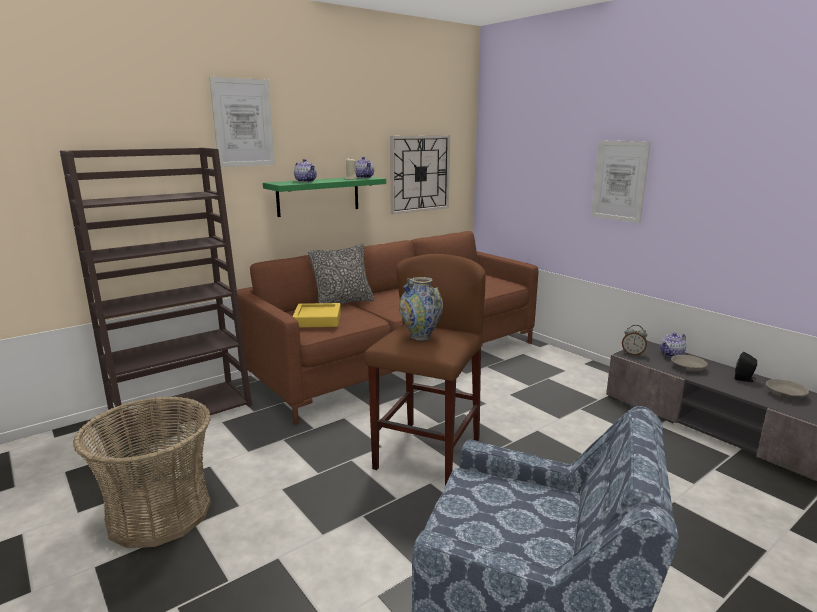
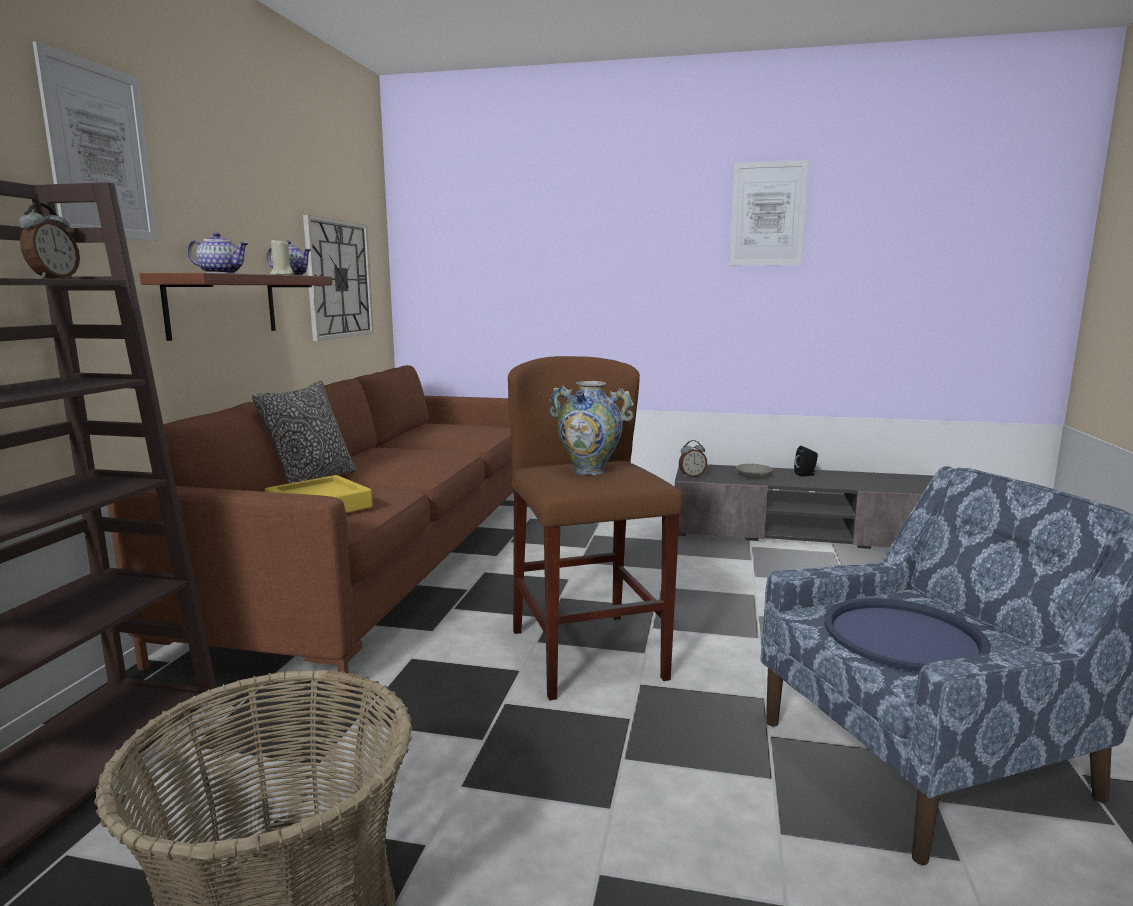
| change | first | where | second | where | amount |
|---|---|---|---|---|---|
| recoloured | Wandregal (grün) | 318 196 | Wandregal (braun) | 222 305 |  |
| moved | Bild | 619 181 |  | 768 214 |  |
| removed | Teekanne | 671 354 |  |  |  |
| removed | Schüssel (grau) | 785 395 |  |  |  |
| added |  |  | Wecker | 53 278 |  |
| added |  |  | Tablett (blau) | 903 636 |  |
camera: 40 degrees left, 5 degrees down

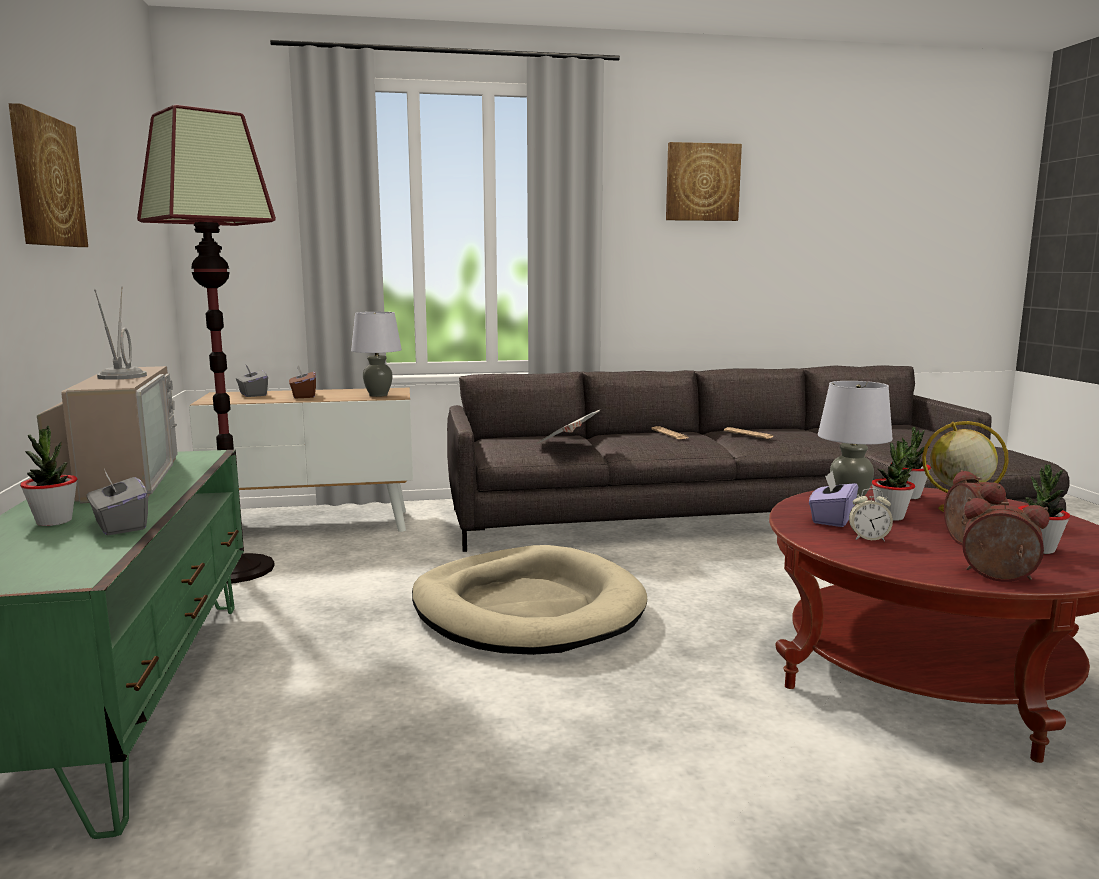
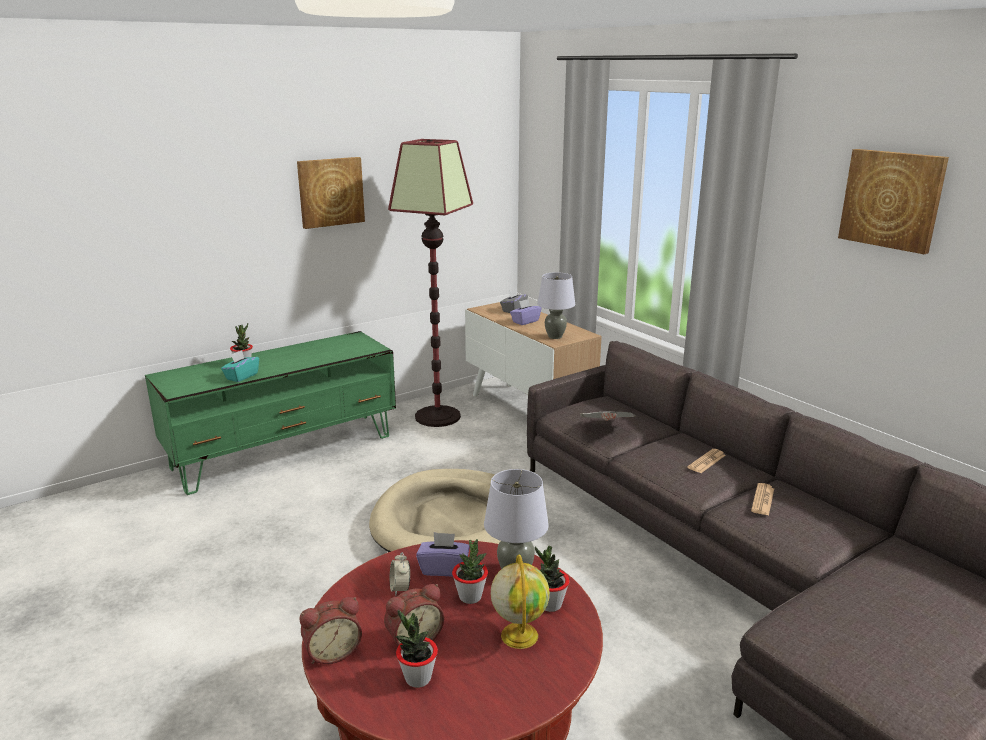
| change | first | where | second | where | amount |
|---|---|---|---|---|---|
| removed | Fernseher | 119 479 |  |  |  |
| recoloured | Taschentuchbox (grau) | 119 526 | Taschentuchbox (türkis) | 241 376 |  |
| recoloured | Taschentuchbox (braun) | 303 396 | Taschentuchbox (lila) | 525 321 |  |
| turned | Wecker | 998 577 |  | 332 651 | 60 degrees clockwise |
camera: 65 degrees right, 10 degrees up

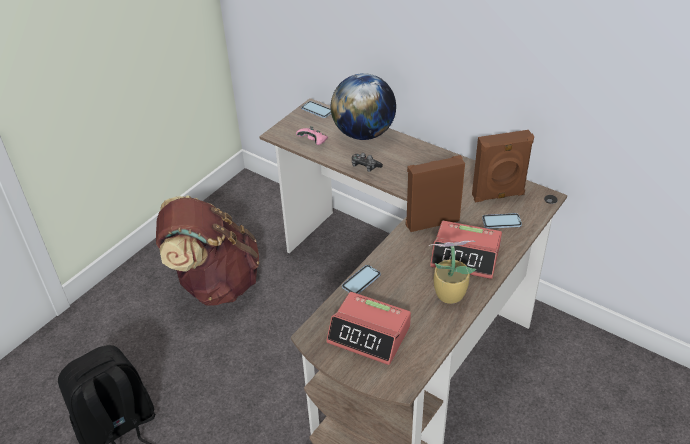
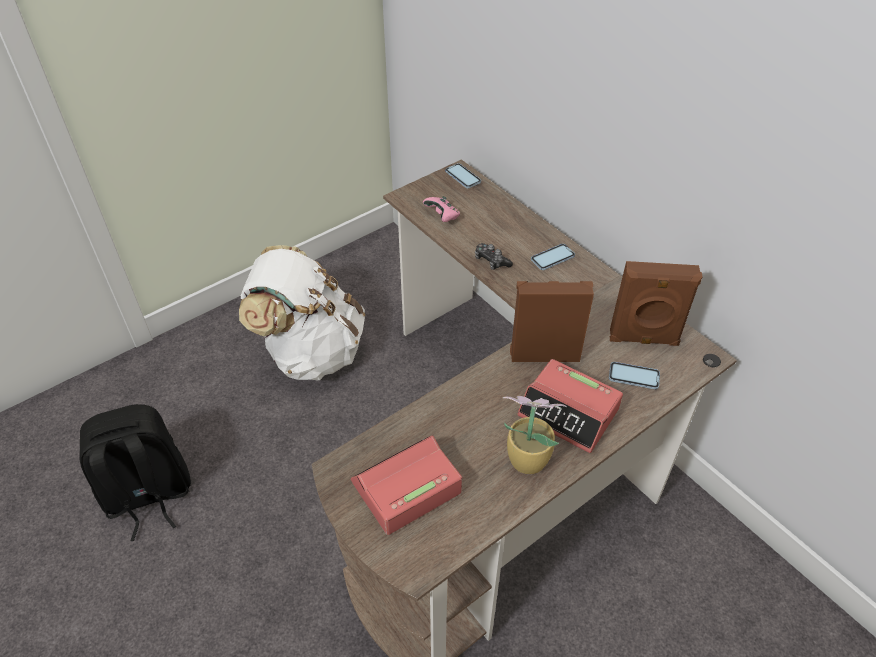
| change | first | where | second | where | amount |
|---|---|---|---|---|---|
| recoloured | Rucksack (braun) | 215 283 | Rucksack (weiß) | 311 351 |  |
| turned | Wecker | 369 334 |  | 406 488 | 105 degrees clockwise |
| removed | Globus | 363 134 |  |  |  |
| moved | Handy | 361 281 |  | 552 258 |  |
camera: 15 degrees right, 5 degrees up

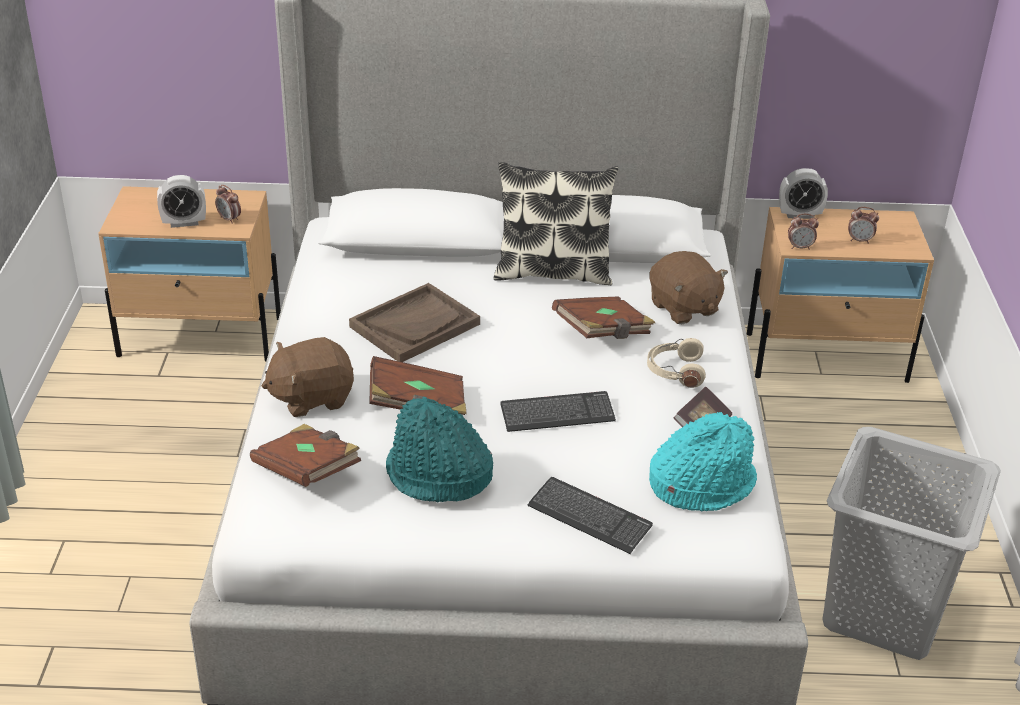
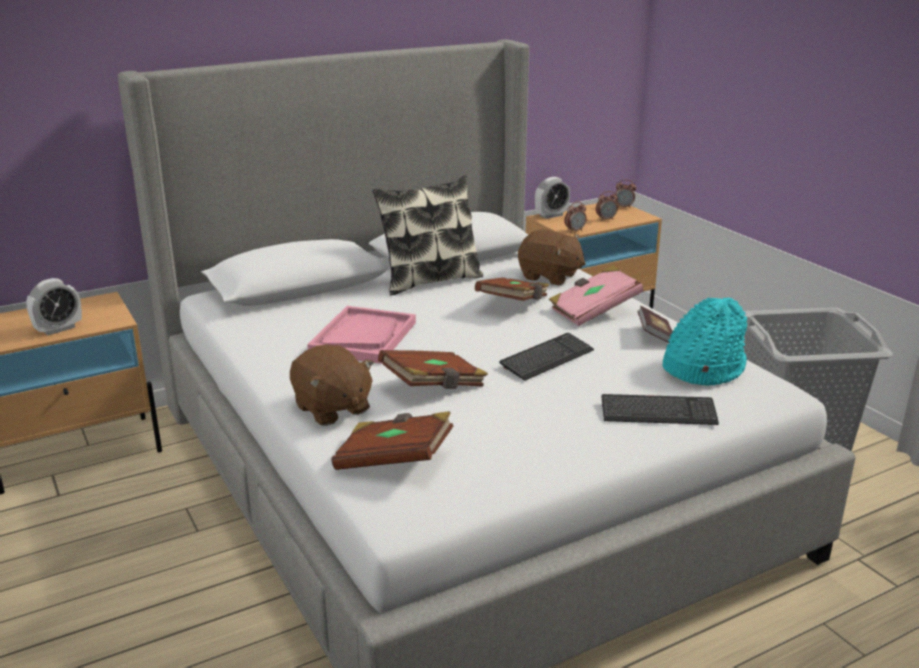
| change | first | where | second | where | amount |
|---|---|---|---|---|---|
| moved | Wecker | 229 219 |  | 624 207 |  |
| turned | Plüschtier (braun) | 311 398 |  | 332 409 | 75 degrees counterclockwise |
| recoloured | Tablett (braun) | 415 325 | Tablett (rosa) | 363 337 |  |
| removed | Hut (türkis) | 438 476 |  |  |  |
| replaced | Kopfhörer (beige) | 675 371 | Buch (rosa) | 593 311 |  |
camera: 30 degrees left, 10 degrees down

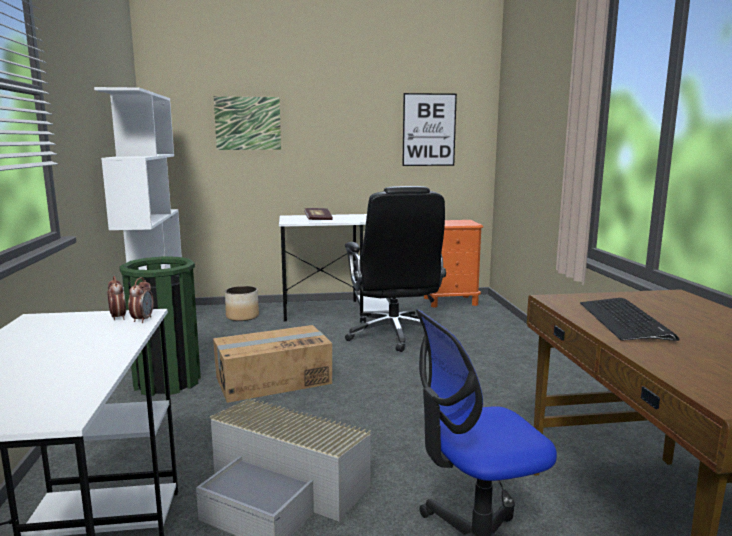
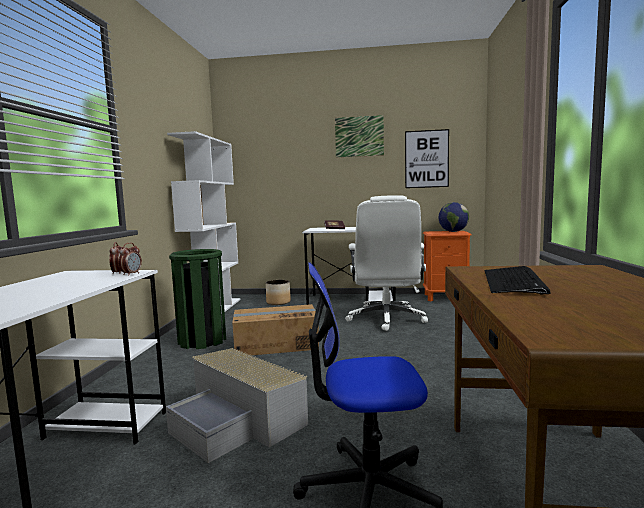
| change | first | where | second | where | amount |
|---|---|---|---|---|---|
| moved | Bild | 248 123 |  | 359 136 |  |
| recoloured | Bürostuhl (schwarz) | 394 335 | Bürostuhl (weiß) | 386 319 |  |
| added |  |  | Globus | 453 231 |  |
camera: 15 degrees right, 5 degrees down

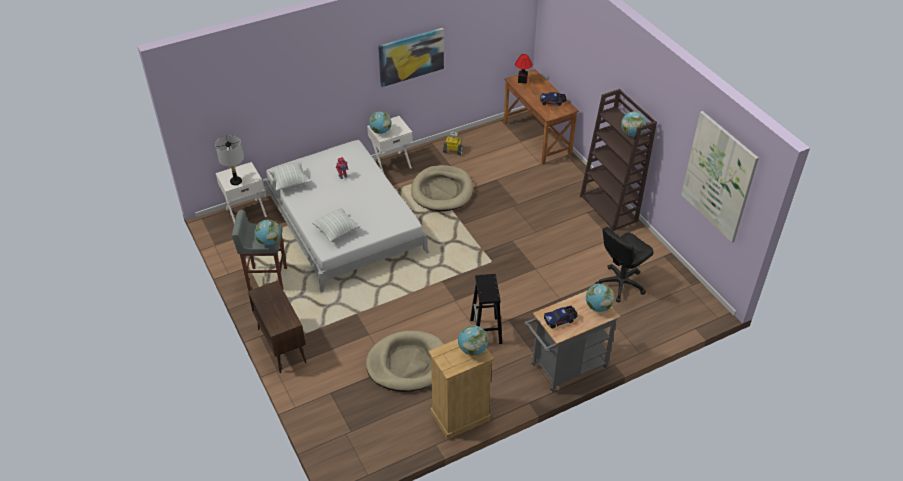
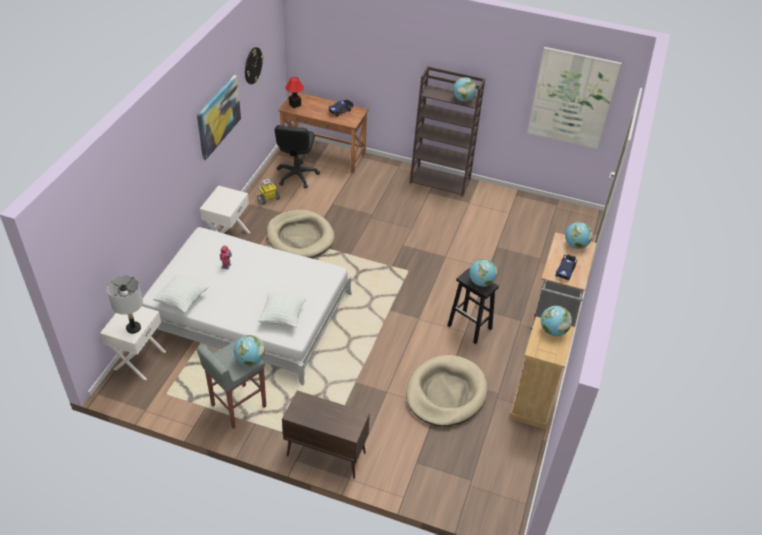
| change | first | where | second | where | amount |
|---|---|---|---|---|---|
| moved | Globus | 380 131 |  | 481 282 |  |
| moved | Bürostuhl (schwarz) | 620 284 |  | 296 175 |  |
| added |  |  | Wanduhr | 253 65 |  |
camera: 45 degrees left, 0 degrees up

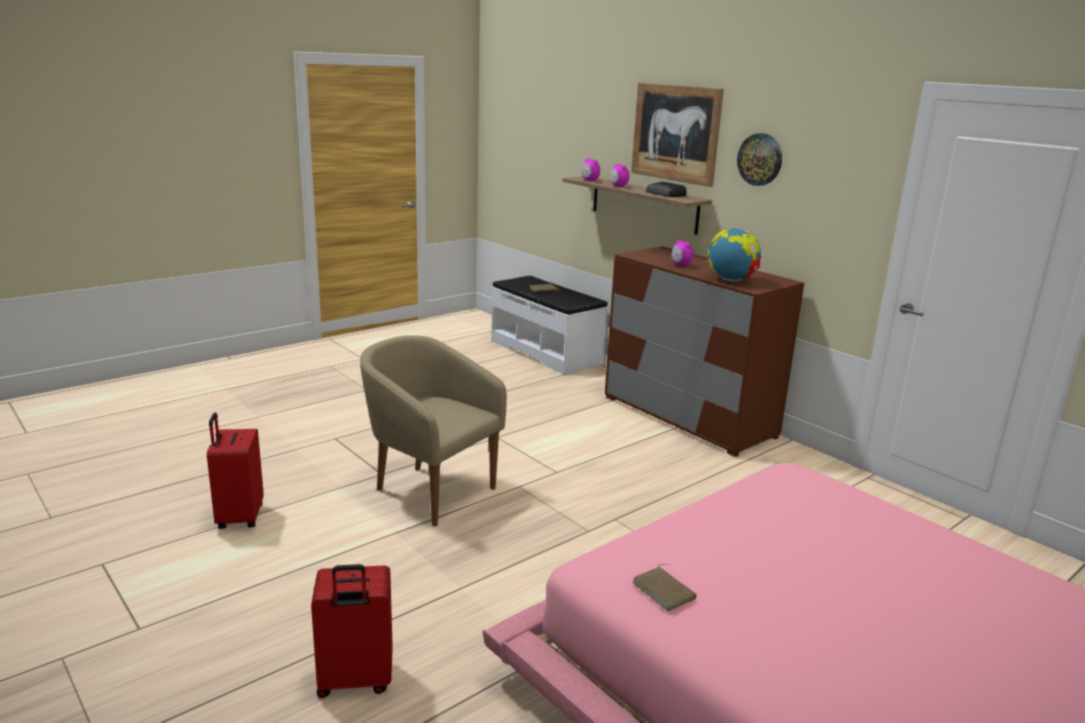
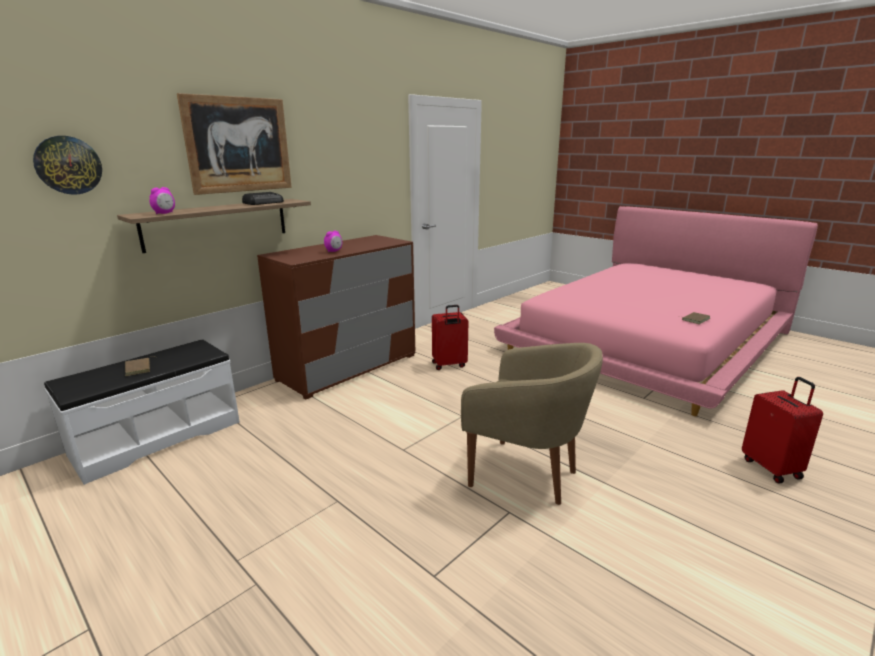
| change | first | where | second | where | amount |
|---|---|---|---|---|---|
| moved | Koffer (rot) | 239 517 |  | 449 365 |  |
| turned | Sessel (beige) | 430 491 |  | 526 475 | 90 degrees counterclockwise |
| removed | Wecker | 618 186 |  |  |  |
| removed | Globus | 731 280 |  |  |  |
| moved | Wanduhr | 760 159 |  | 68 165 |  |
camera: 95 degrees left, 0 degrees up

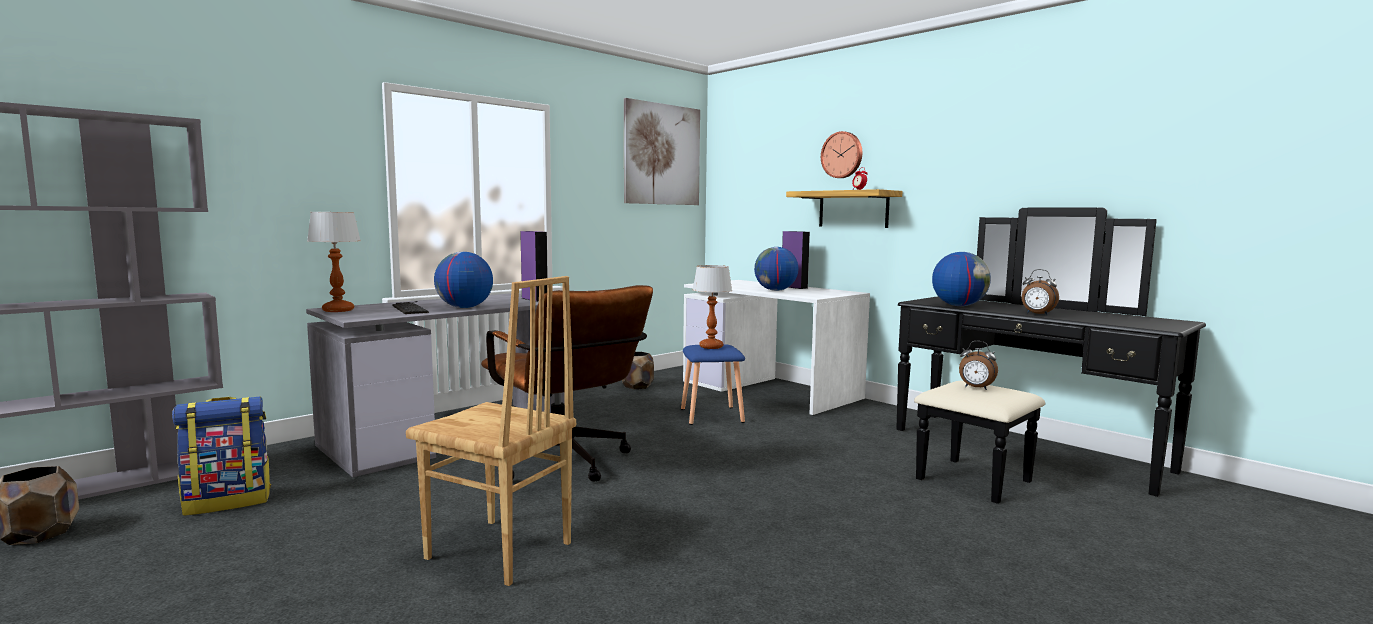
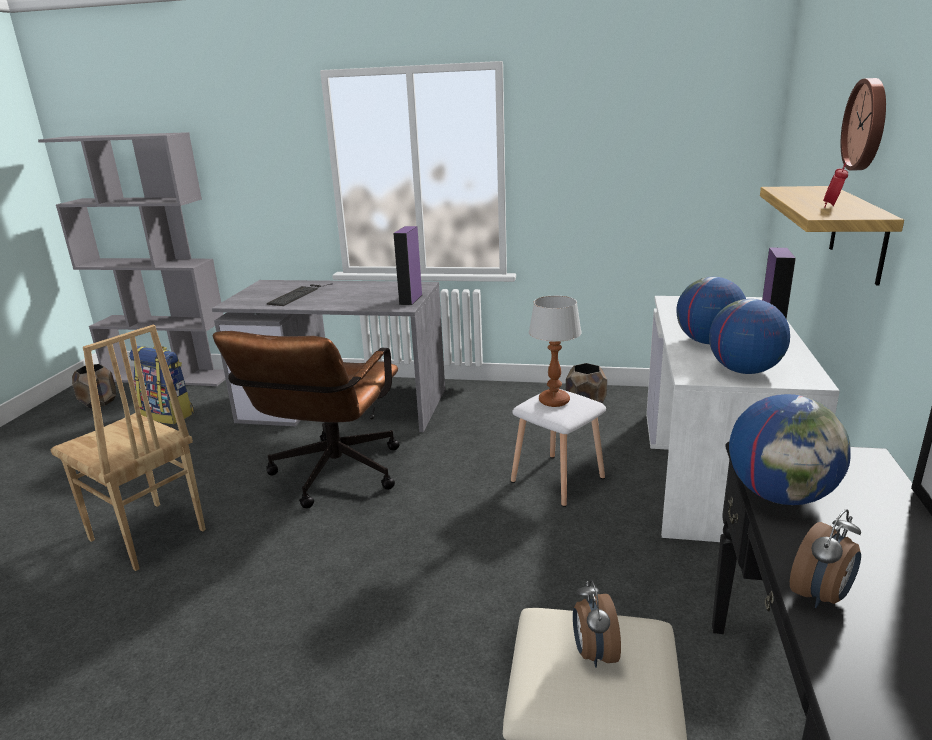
| change | first | where | second | where | amount |
|---|---|---|---|---|---|
| removed | Tischlampe | 338 310 |  |  |  |
| turned | Stuhl (braun) | 498 552 |  | 146 536 | 45 degrees counterclockwise |
| moved | Globus | 464 307 |  | 743 371 |  |
| removed | Bild | 662 154 |  |  |  |
| recoloured | Hocker (blau) | 711 415 | Hocker (weiß) | 558 479 |  |
| turned | Wecker | 1037 314 |  | 821 596 | 135 degrees counterclockwise |
camera: 55 degrees right, 15 degrees up

